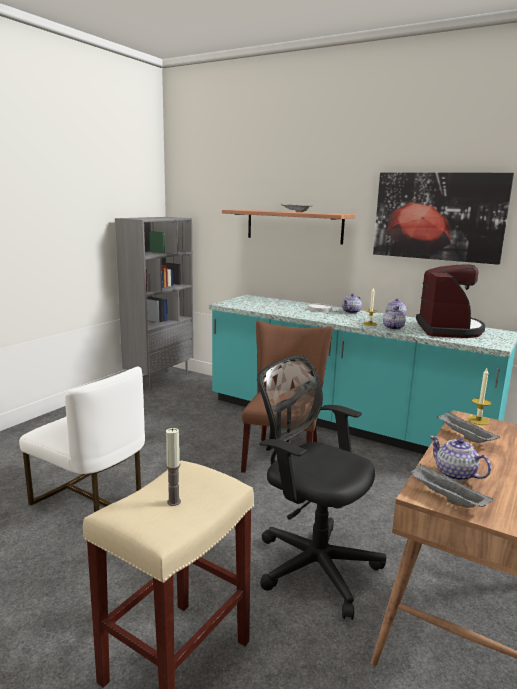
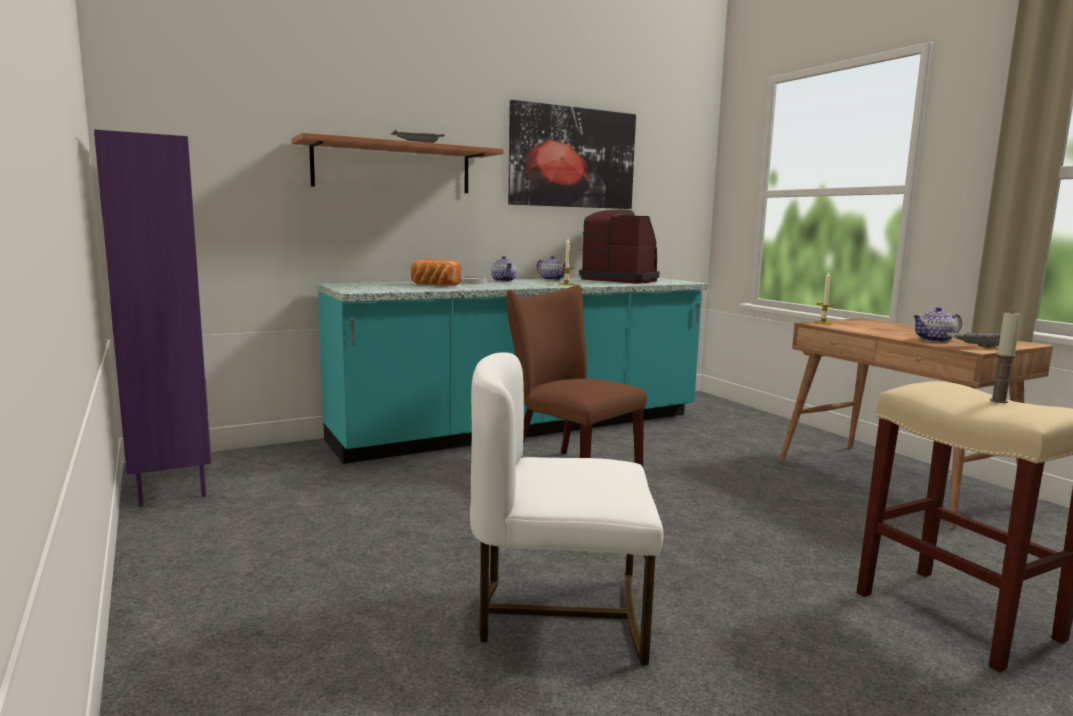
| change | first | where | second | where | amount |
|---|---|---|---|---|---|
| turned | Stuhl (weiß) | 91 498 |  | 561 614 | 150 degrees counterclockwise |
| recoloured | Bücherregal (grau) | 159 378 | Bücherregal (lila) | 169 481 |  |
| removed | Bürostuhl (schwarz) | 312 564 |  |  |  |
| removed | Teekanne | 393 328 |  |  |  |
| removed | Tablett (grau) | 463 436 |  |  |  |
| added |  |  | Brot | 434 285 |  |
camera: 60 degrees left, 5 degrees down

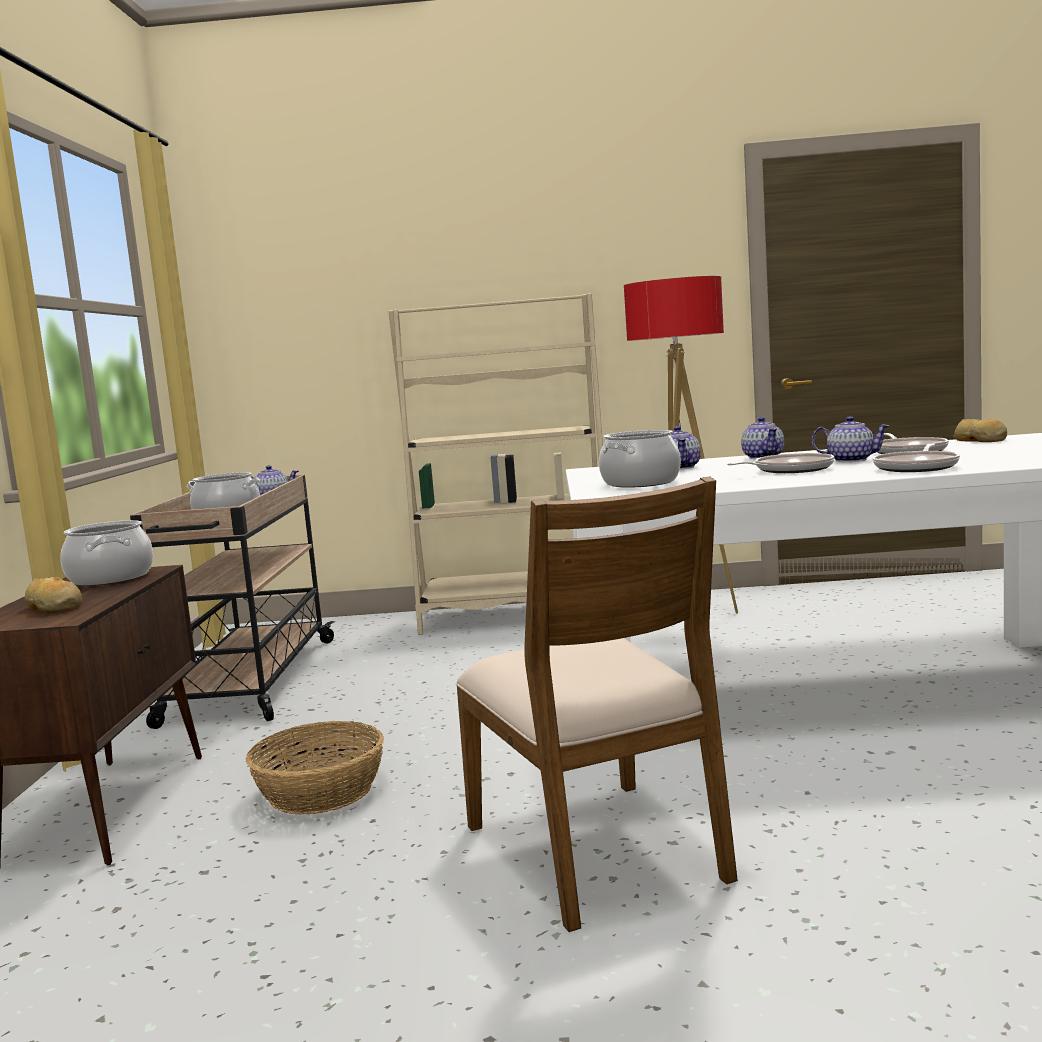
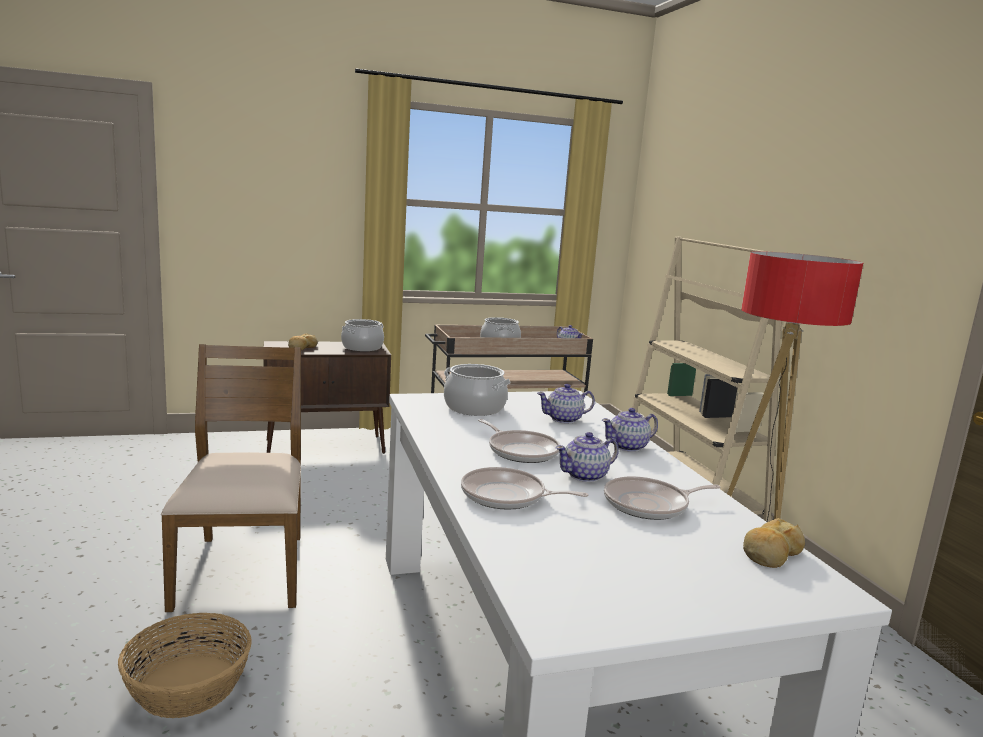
| change | first | where | second | where | amount |
|---|---|---|---|---|---|
| moved | Korb | 321 791 |  | 189 686 |  |
| turned | Stuhl (braun) | 599 851 |  | 244 569 | 120 degrees clockwise |
| turned | Teekanne | 850 460 |  | 585 476 | 60 degrees clockwise |
camera: 70 degrees right, 5 degrees up

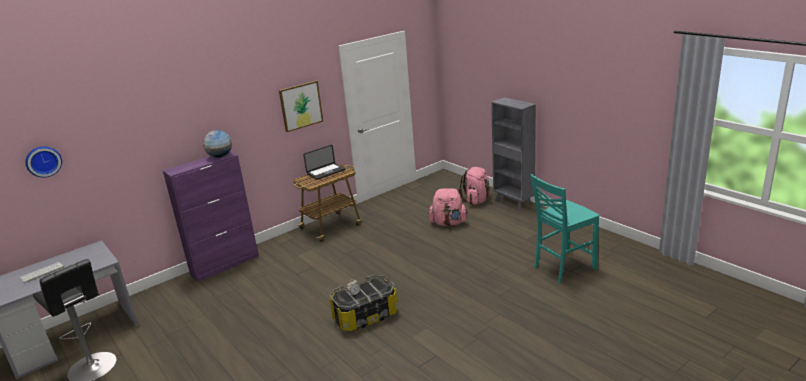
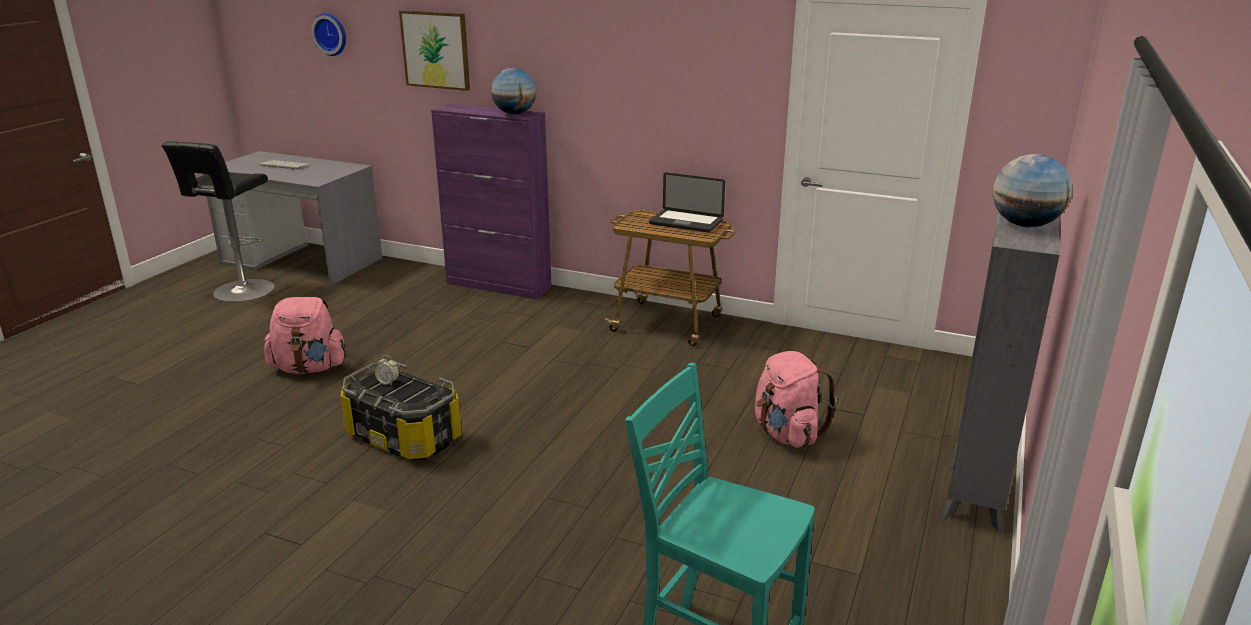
| change | first | where | second | where | amount |
|---|---|---|---|---|---|
| moved | Bild | 301 106 |  | 436 50 |  |
| moved | Rucksack (rosa) | 477 200 |  | 309 368 |  |
| added |  |  | Globus | 1025 225 |  |
camera: 60 degrees right, 0 degrees up

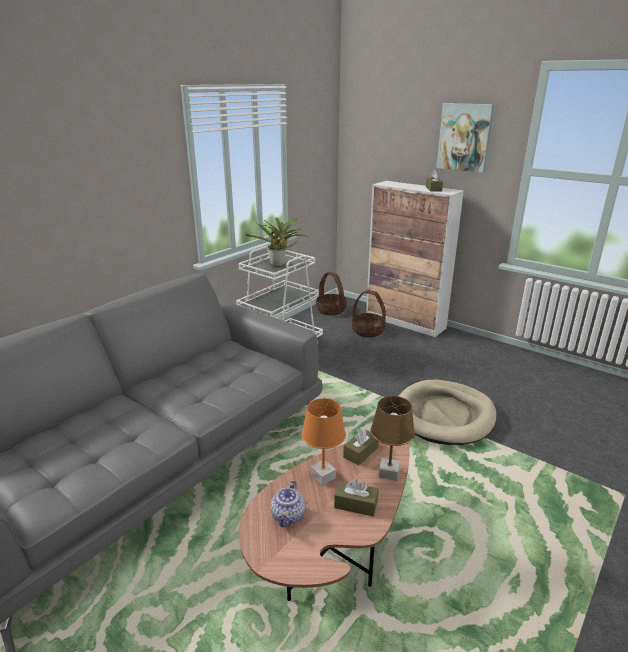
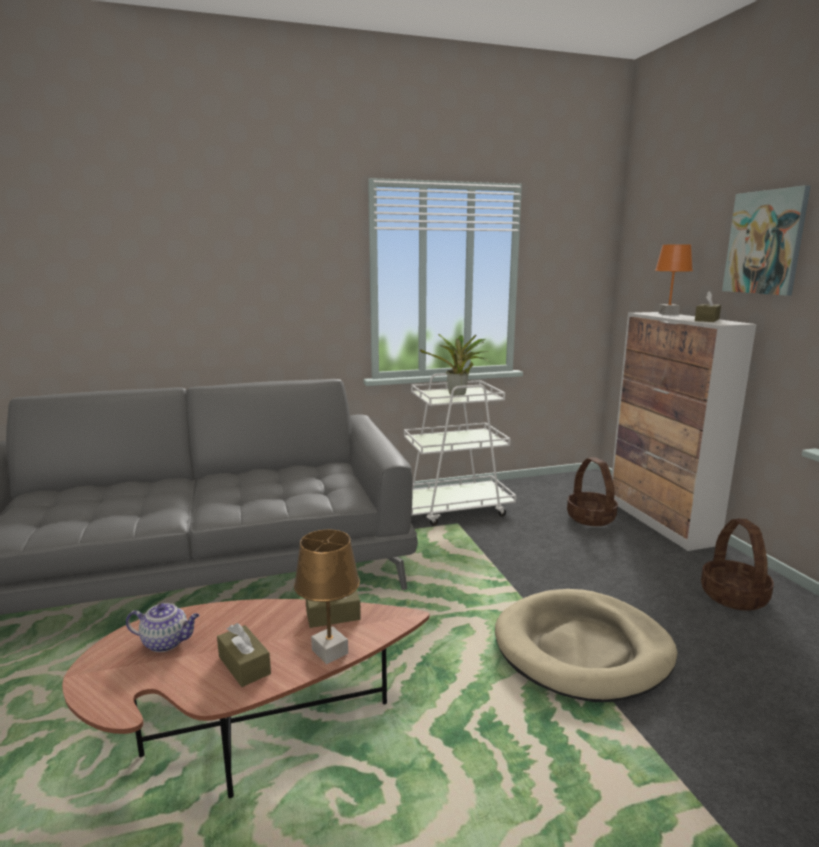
| change | first | where | second | where | amount |
|---|---|---|---|---|---|
| turned | Teekanne | 288 517 |  | 167 642 | 135 degrees counterclockwise |
| moved | Tischlampe (orange) | 323 476 |  | 668 314 |  |
| moved | Korb | 330 310 |  | 733 596 |  |
camera: 35 degrees right, 10 degrees down

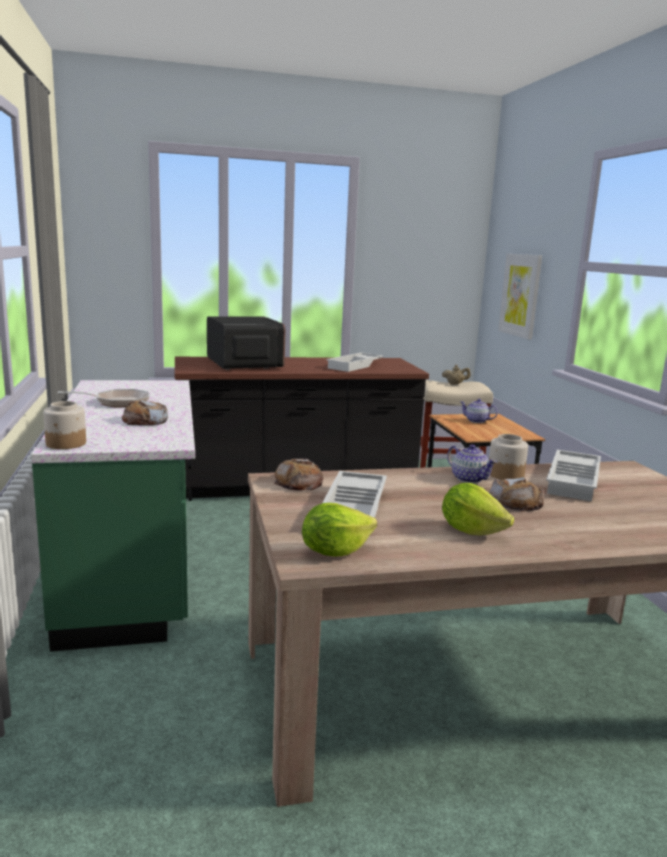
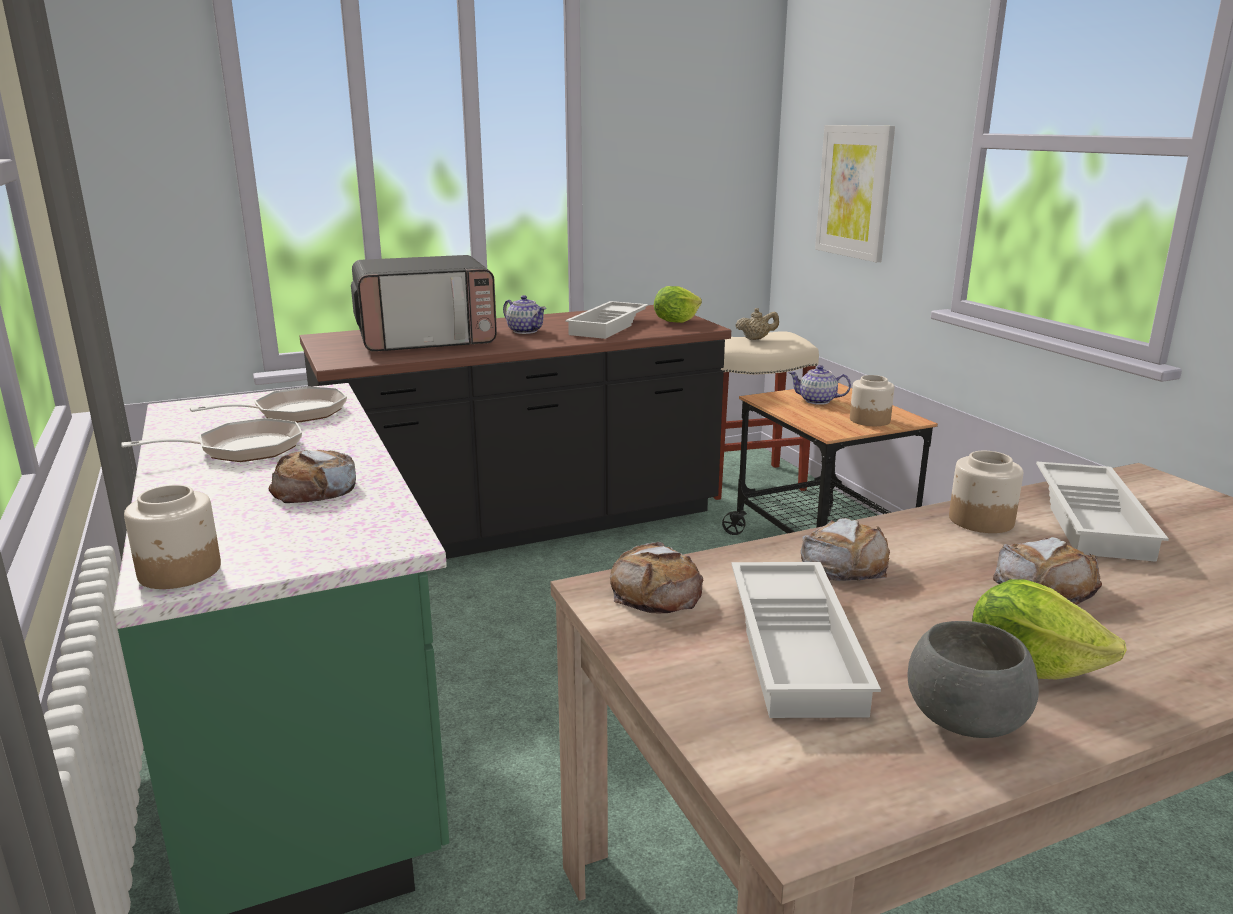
| change | first | where | second | where | amount |
|---|---|---|---|---|---|
| turned | Mikrowelle | 244 364 |  | 427 339 | 105 degrees clockwise |
| moved | Salatkopf | 334 551 |  | 675 321 |  |
| moved | Teekanne | 469 479 |  | 525 331 |  |
| added |  |  | Pfanne | 292 413 |  |
| added |  |  | Brot | 844 563 |  |
| added |  |  | Vorratsglas | 870 420 |  |
| added |  |  | Schüssel (grau) | 964 721 |  |
camera: 10 degrees left, 5 degrees up

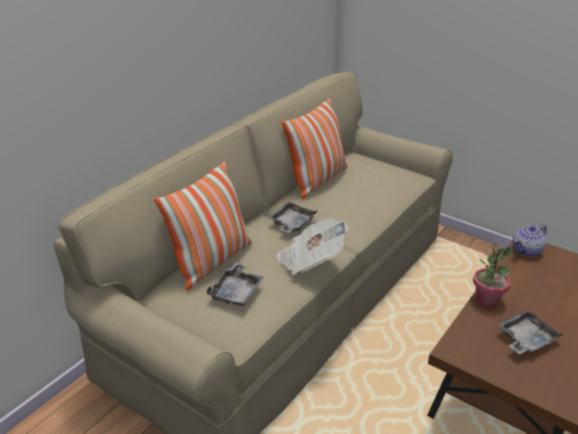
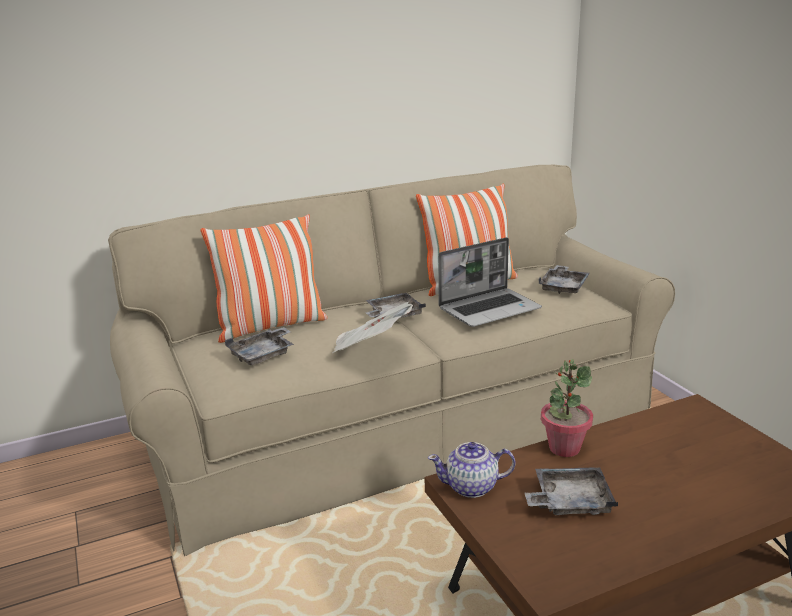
| change | first | where | second | where | amount |
|---|---|---|---|---|---|
| moved | Teekanne | 527 251 |  | 472 487 |  |
| added |  |  | Laptop | 490 309 |  |
| added |  |  | Tablett (grau) | 563 287 |  |
camera: 30 degrees right, 10 degrees down

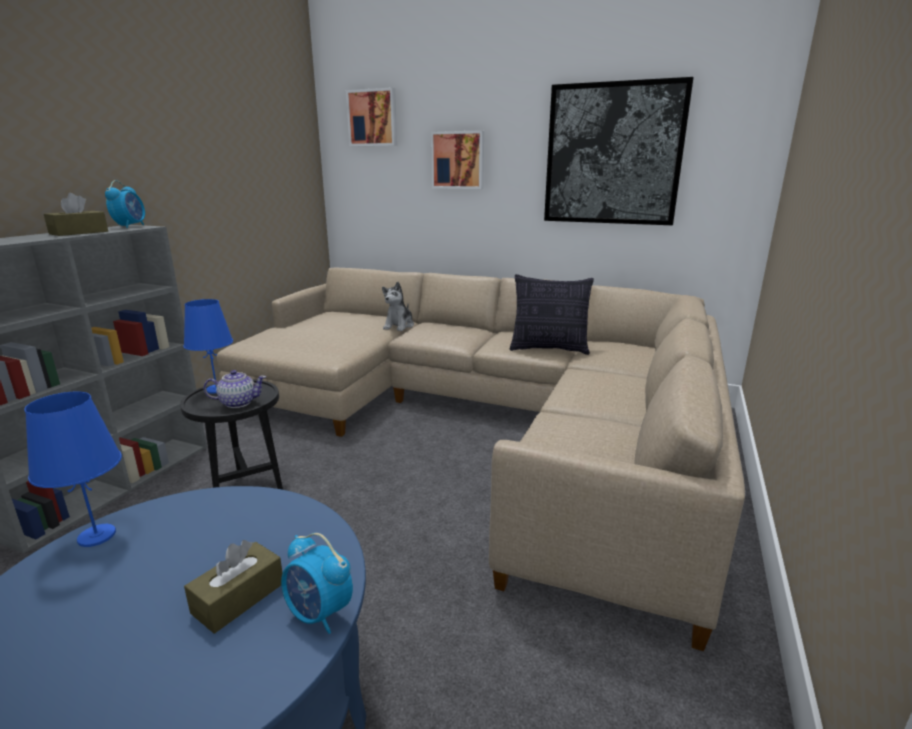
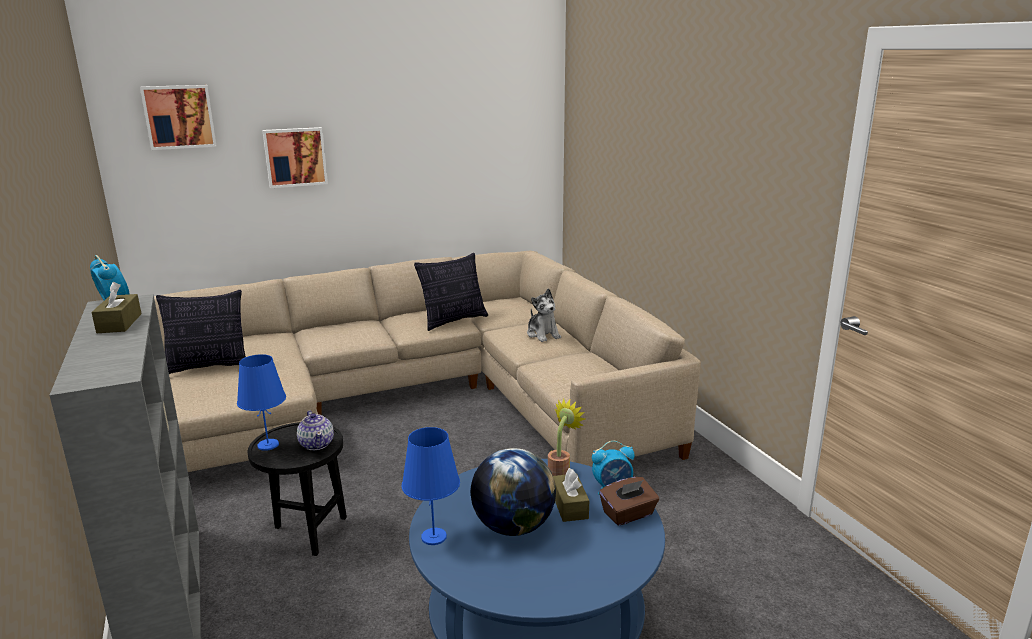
| change | first | where | second | where | amount |
|---|---|---|---|---|---|
| turned | Teekanne | 238 403 |  | 317 444 | 120 degrees clockwise |
| moved | Plüschtier | 399 326 |  | 543 334 |  |
| removed | Bild | 613 155 |  |  |  |
| added |  |  | Kissen | 209 366 |  |
| added |  |  | Globus | 513 527 |  |
| added |  |  | Topfpflanze | 561 470 |  |
| added |  |  | Taschentuchbox (braun) | 628 514 |  |
camera: 45 degrees left, 0 degrees up

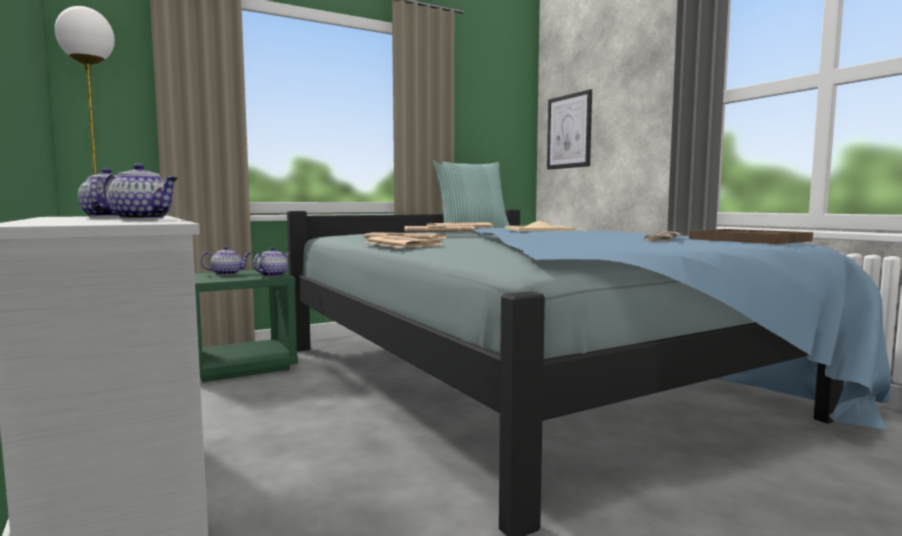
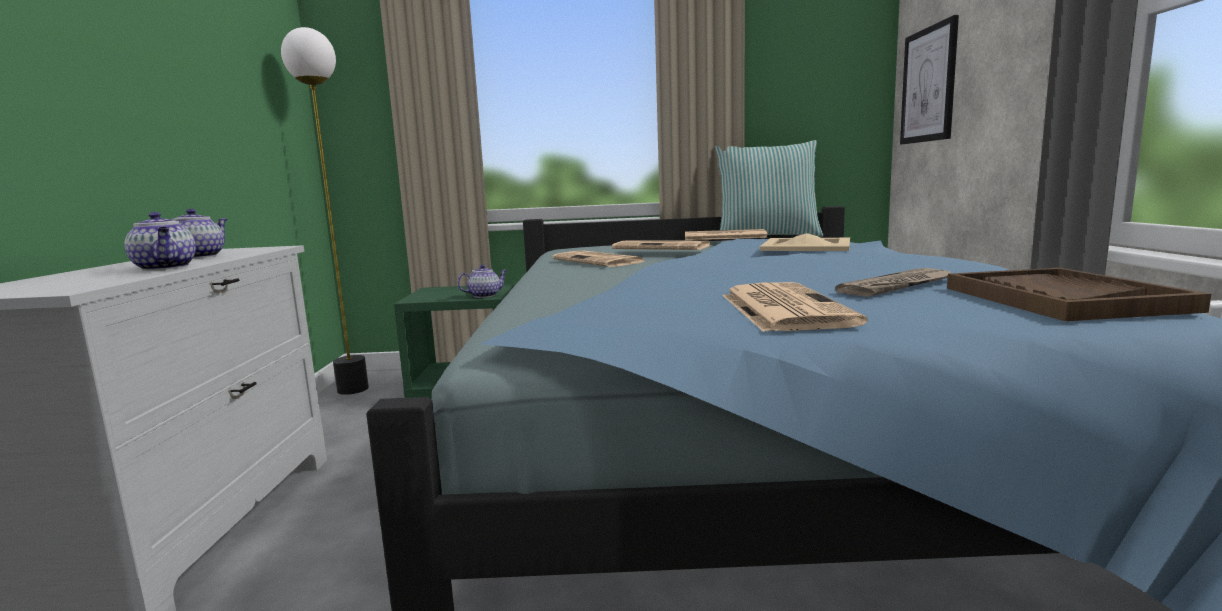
| change | first | where | second | where | amount |
|---|---|---|---|---|---|
| removed | Teekanne | 227 274 |  |  |  |
| moved | Zeitung | 400 244 |  | 782 308 |  |
camera: 30 degrees right, 5 degrees up

